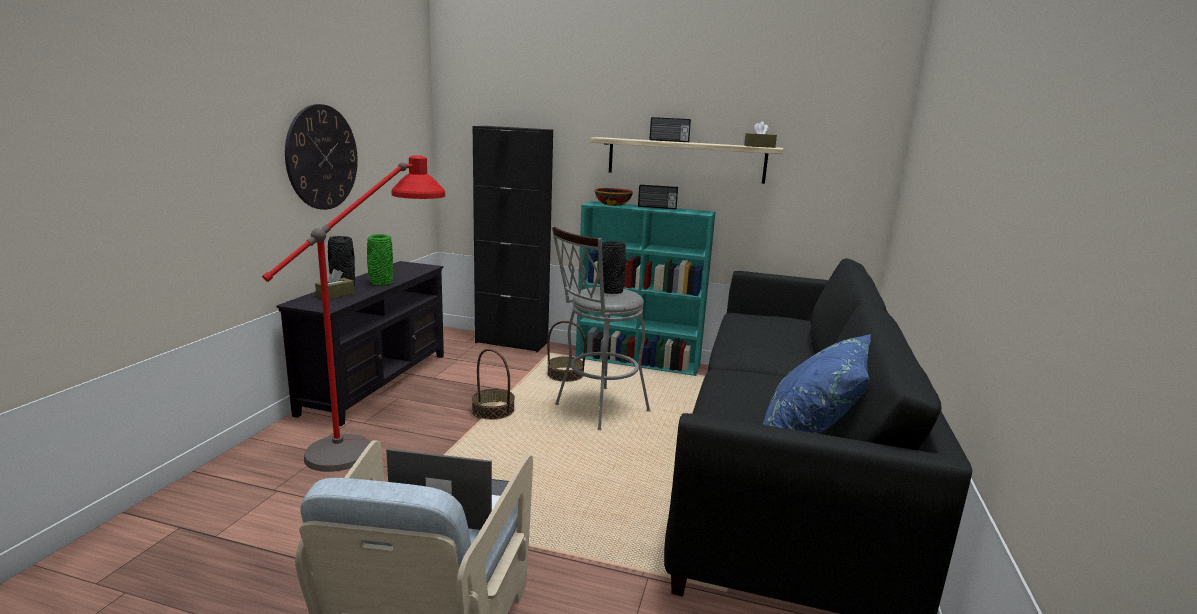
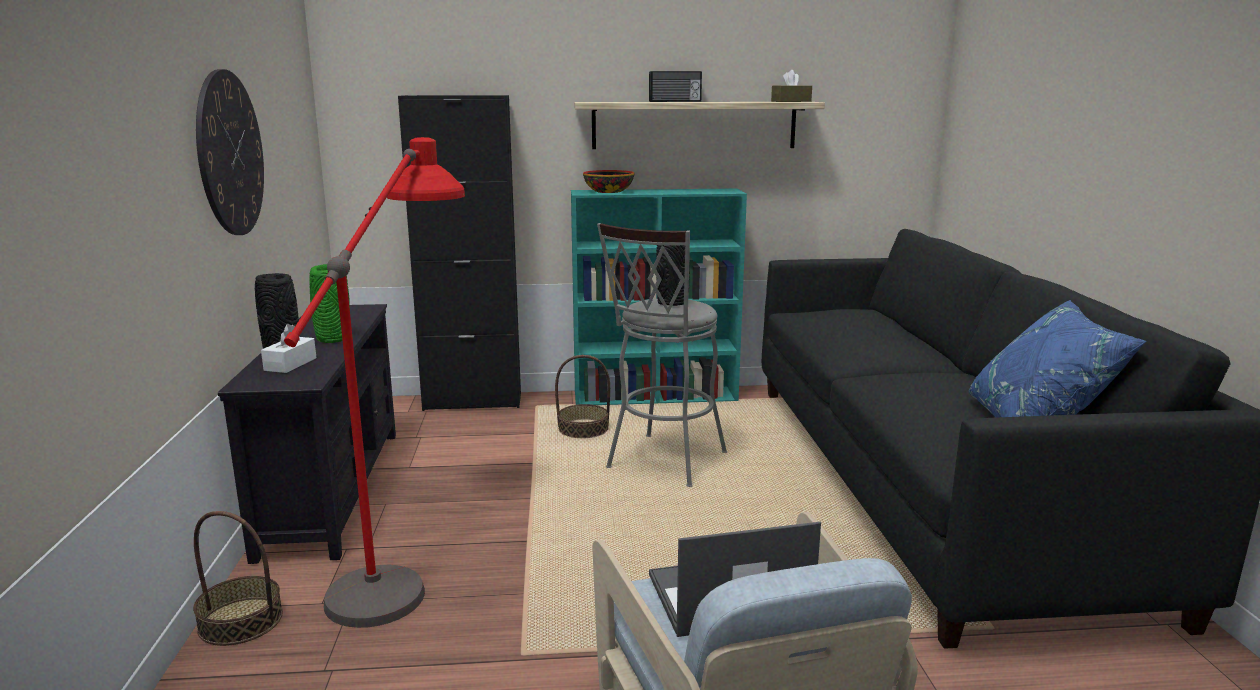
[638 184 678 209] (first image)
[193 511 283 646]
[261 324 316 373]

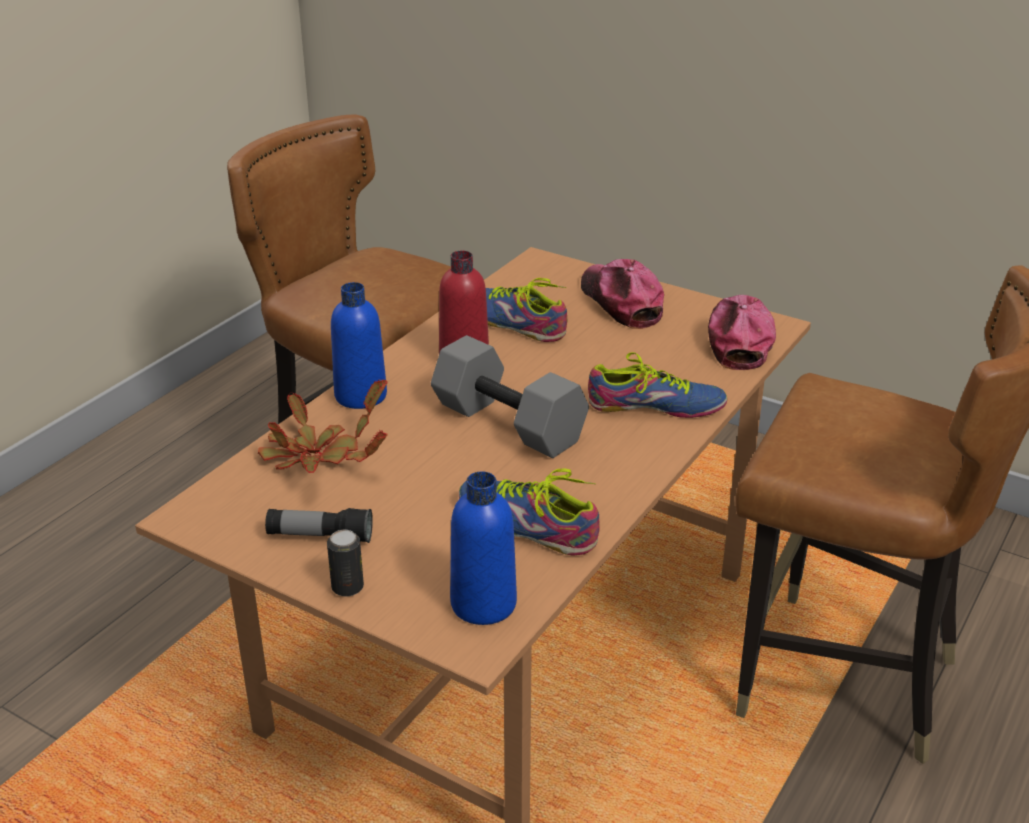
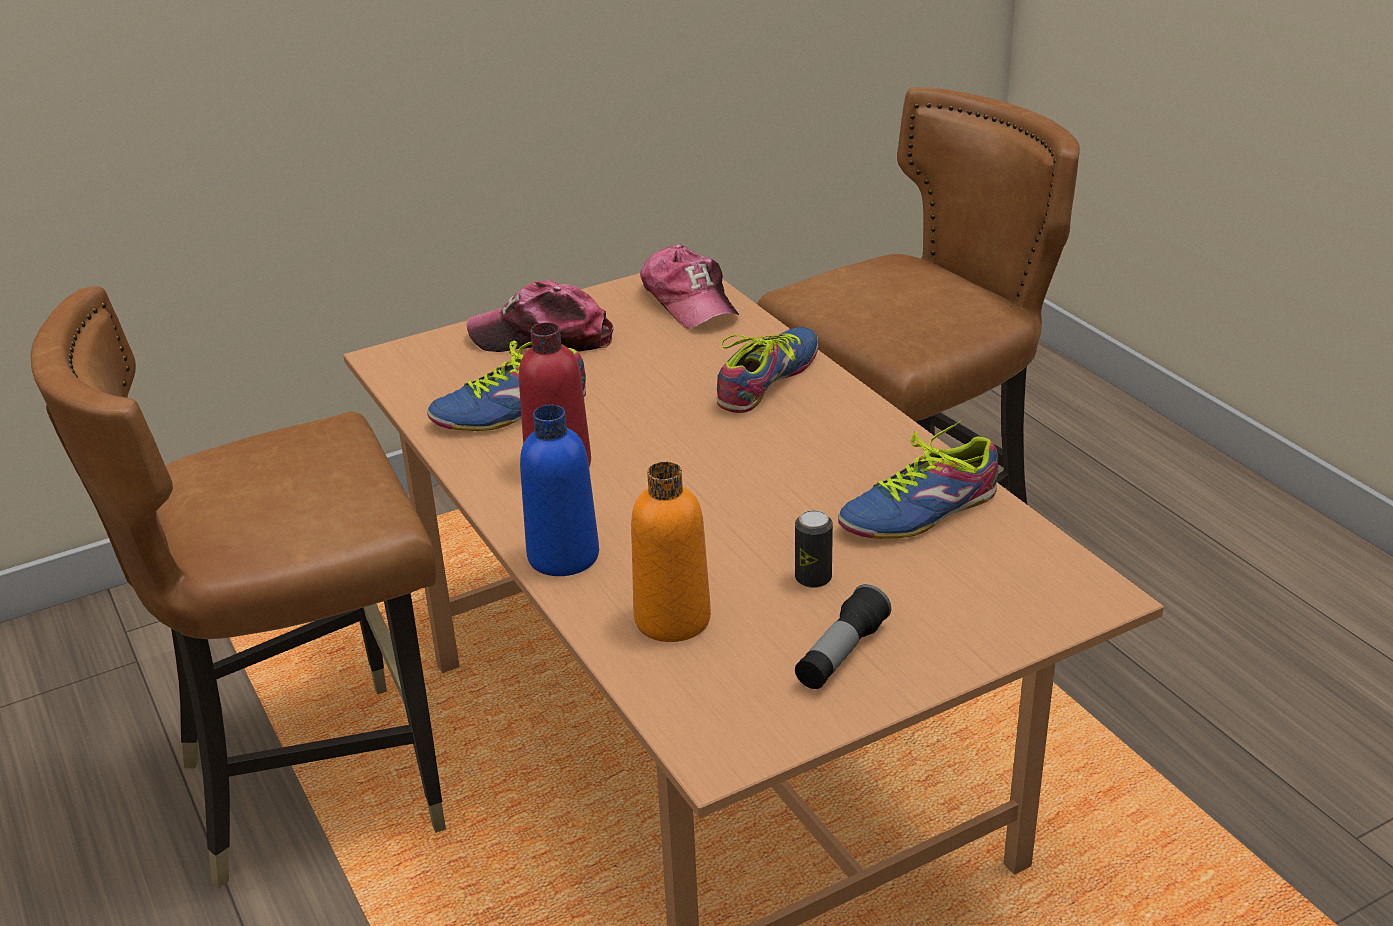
[431 335 589 458] (first image)
[450 471 517 625] (first image)
[795 510 833 588]
[631 462 711 642]
[640 244 739 329]

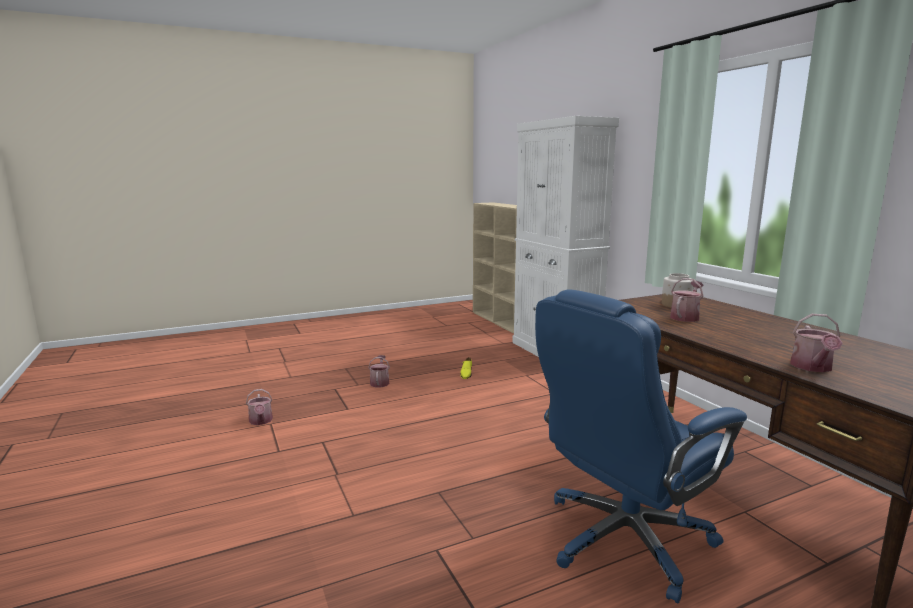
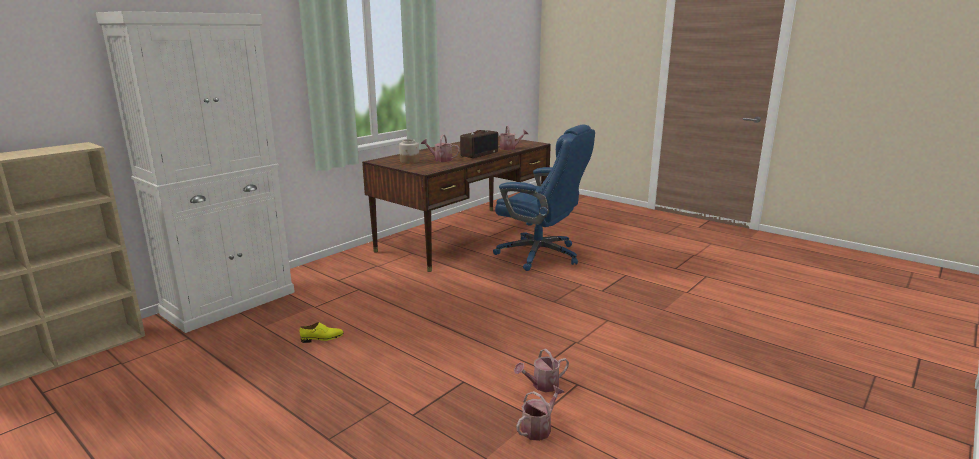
[460 130 498 158]
[514 348 569 392]

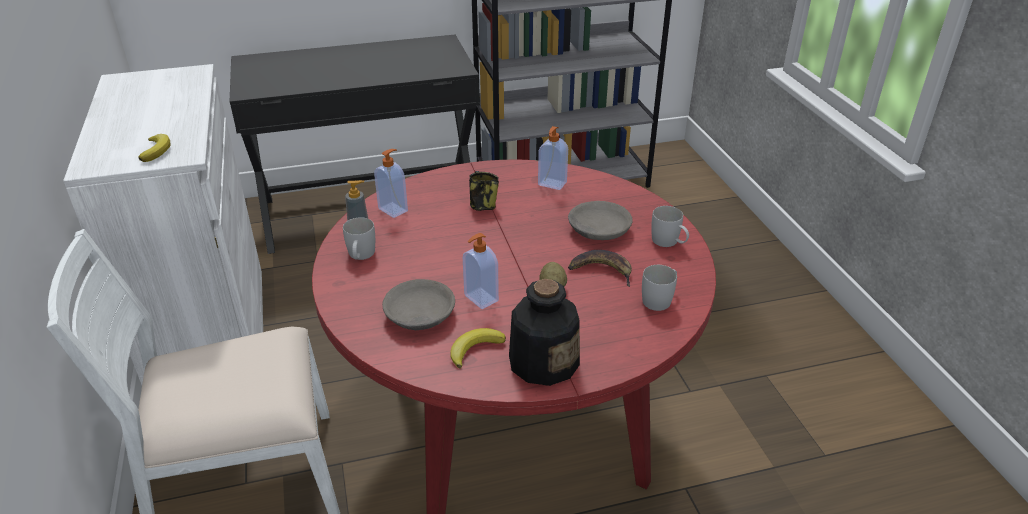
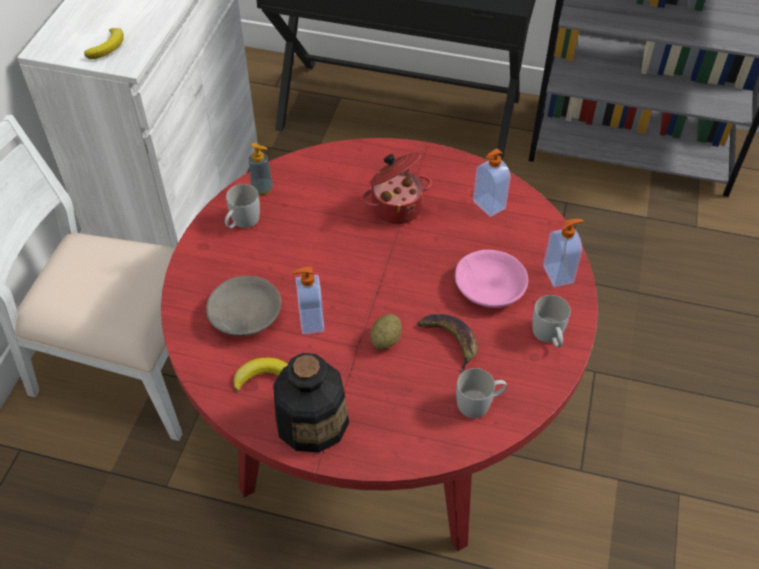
[543 219 584 287]
[362 152 432 224]
[455 250 528 308]

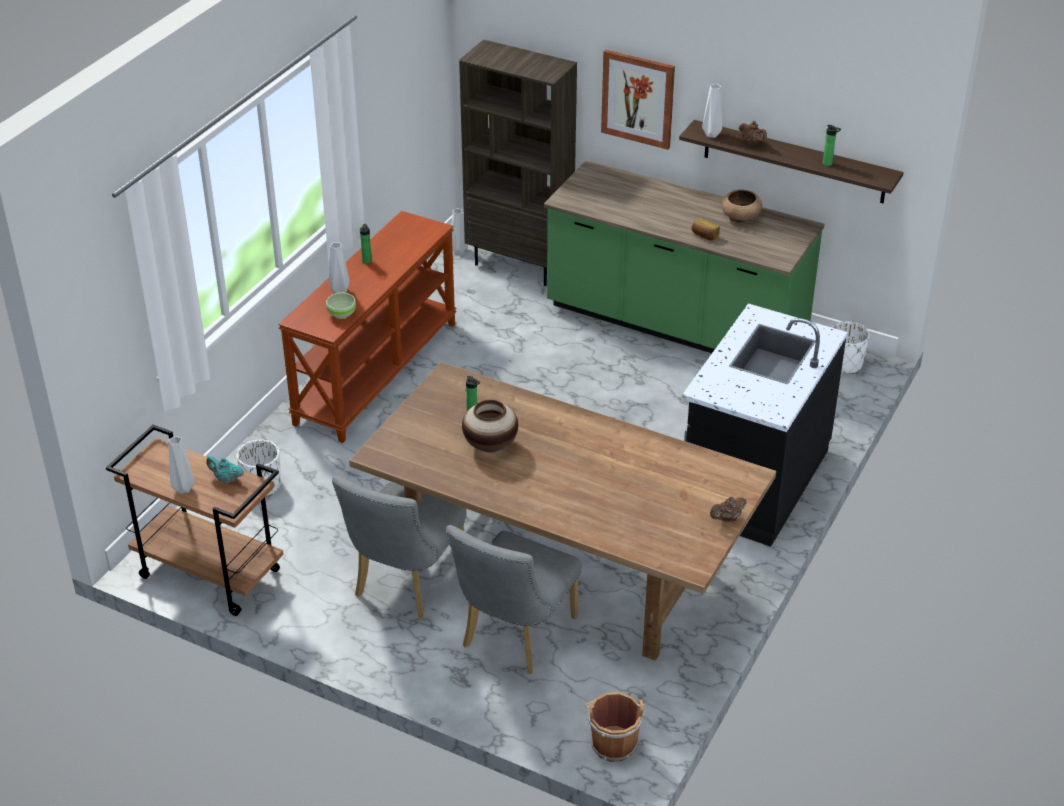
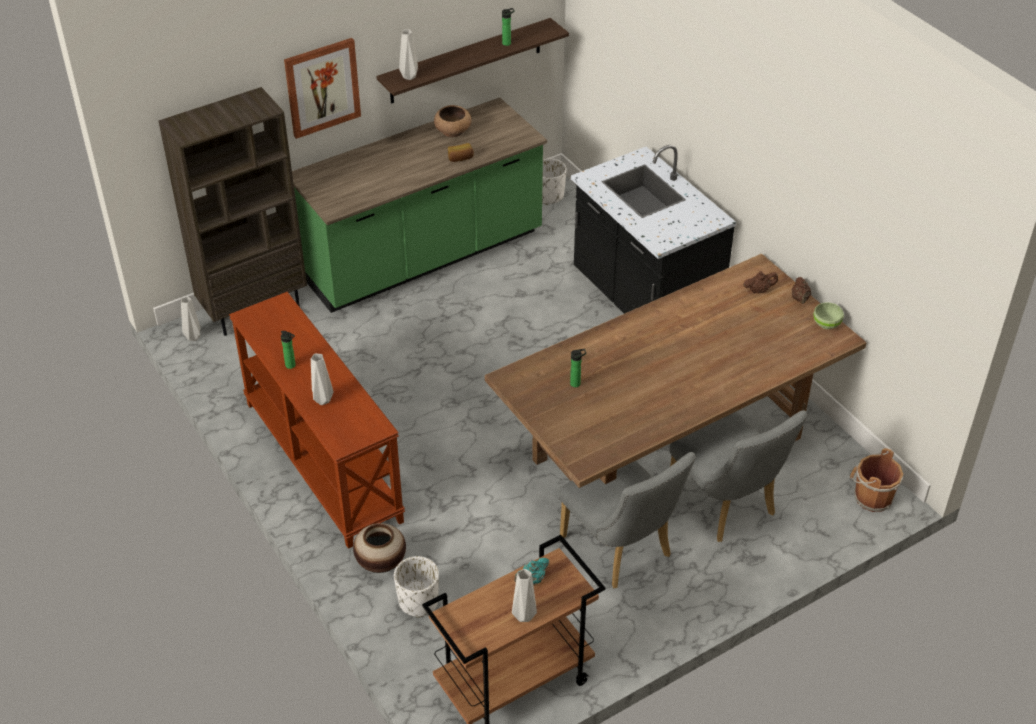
[813 302 844 329]
[353 523 406 573]
[744 271 778 294]

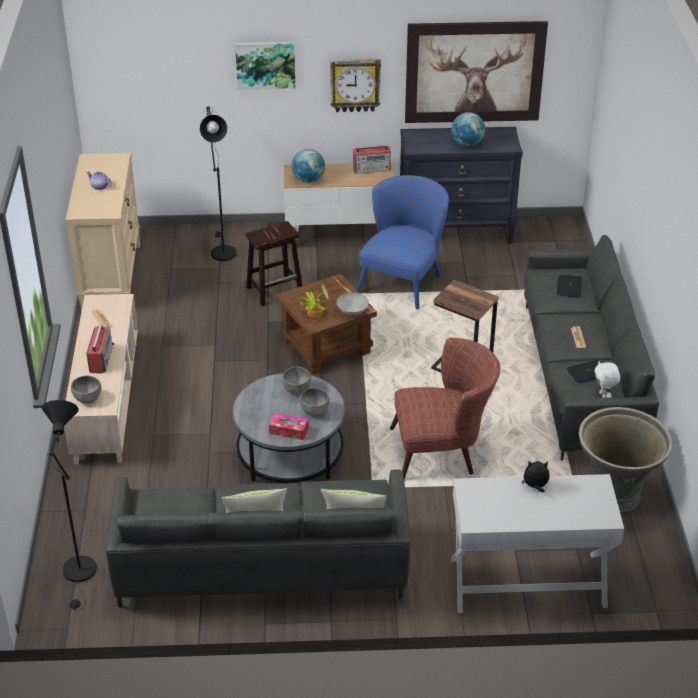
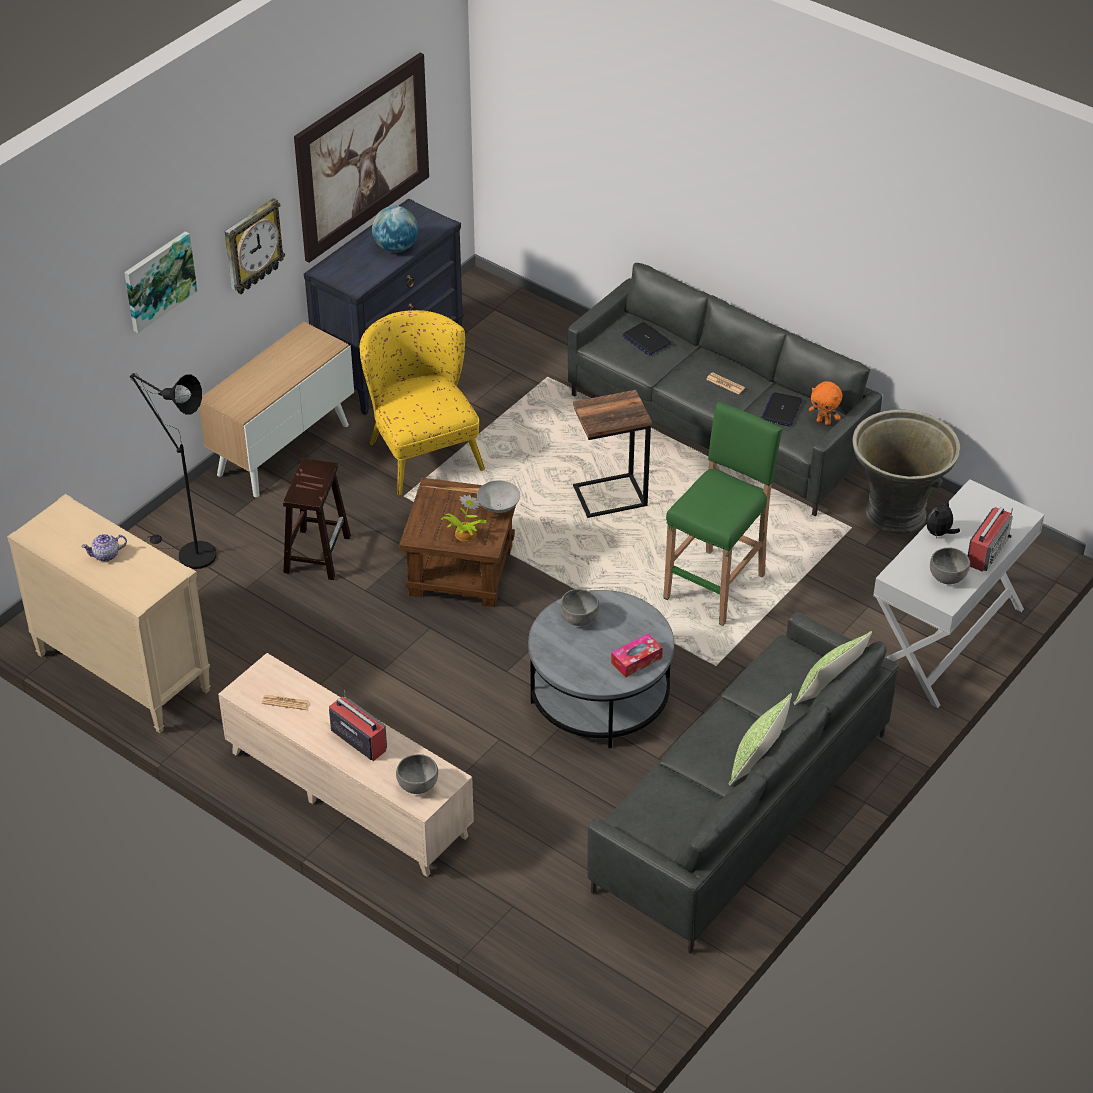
[42 400 97 611] (first image)
[292 149 325 183] (first image)
[930 548 970 585]
[968 507 1013 572]
[663 402 783 626]
[360 310 485 495]
[809 381 842 425]

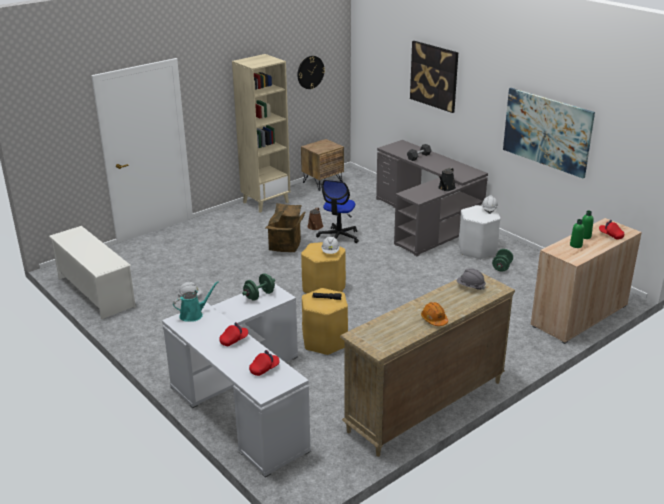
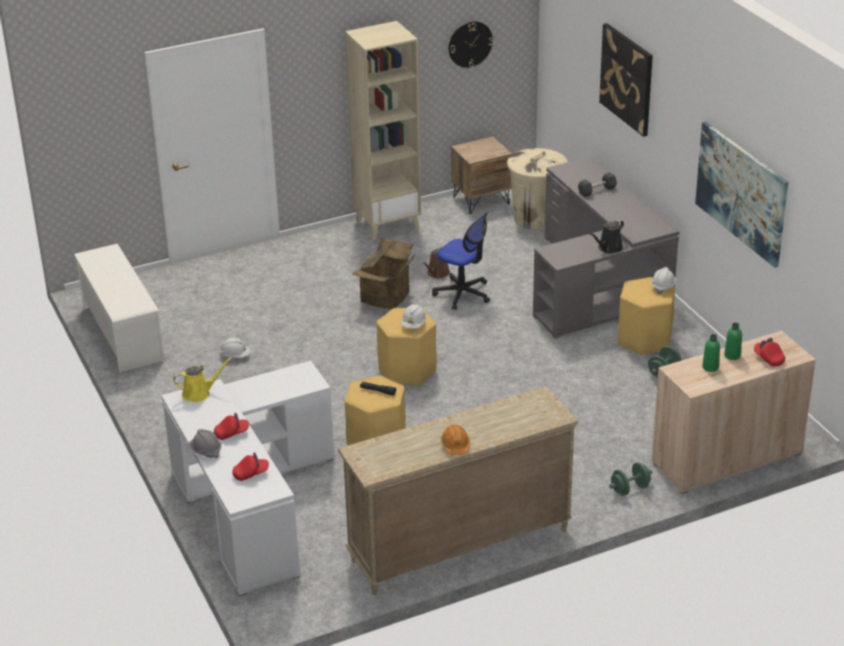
[507 148 568 230]
[609 462 652 496]
[189 429 221 458]
[173 358 232 402]
[618 277 675 355]
[432 211 490 310]

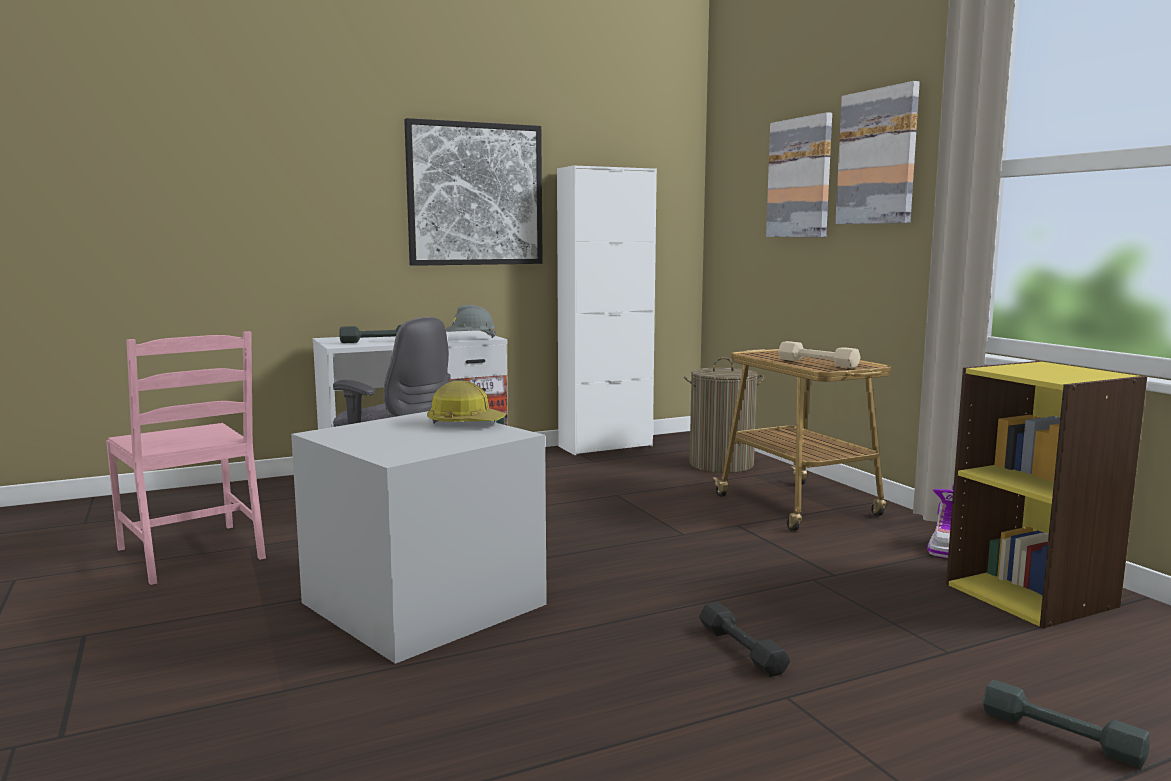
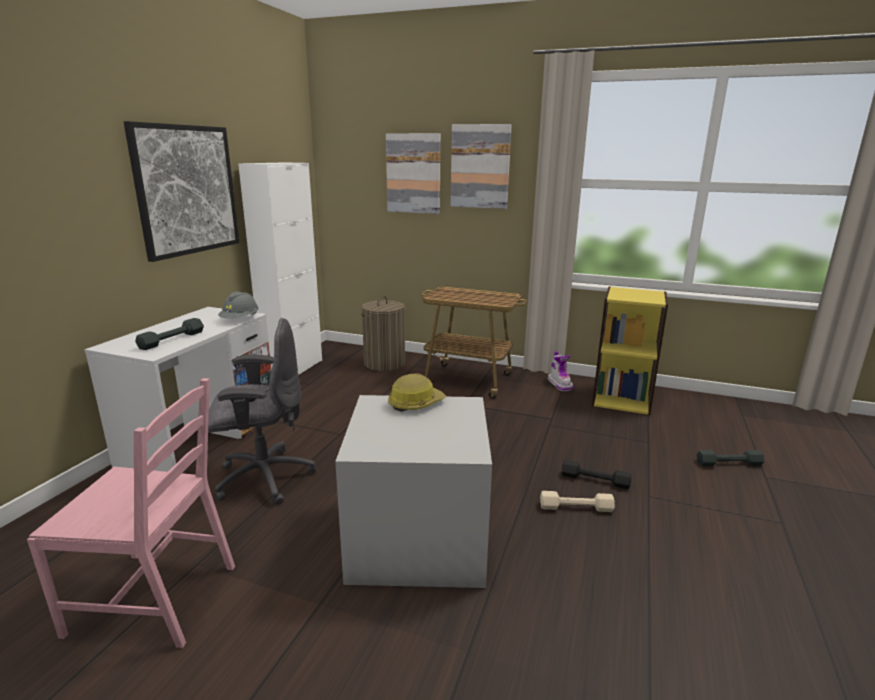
[540 491 615 512]

